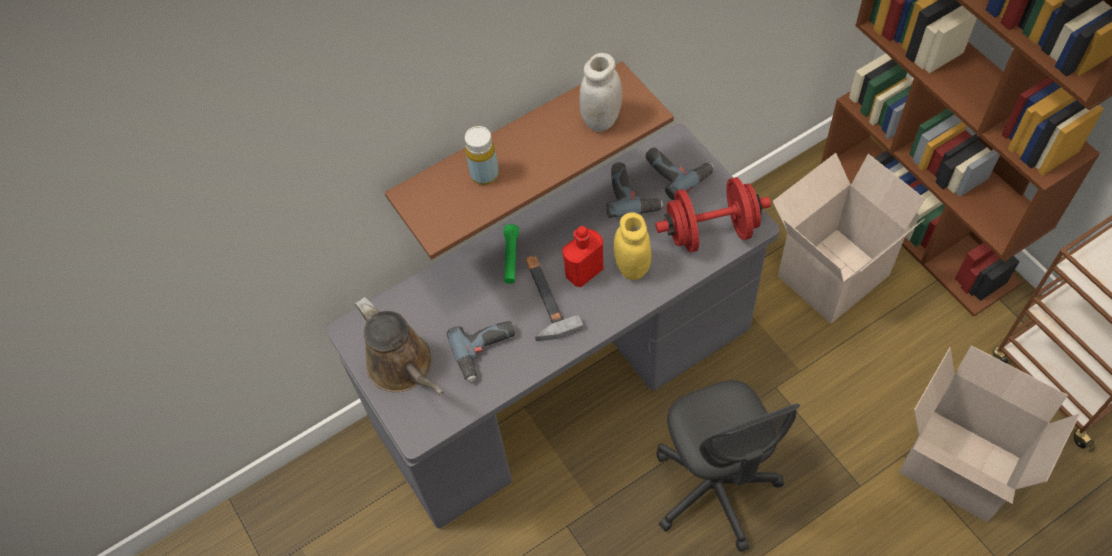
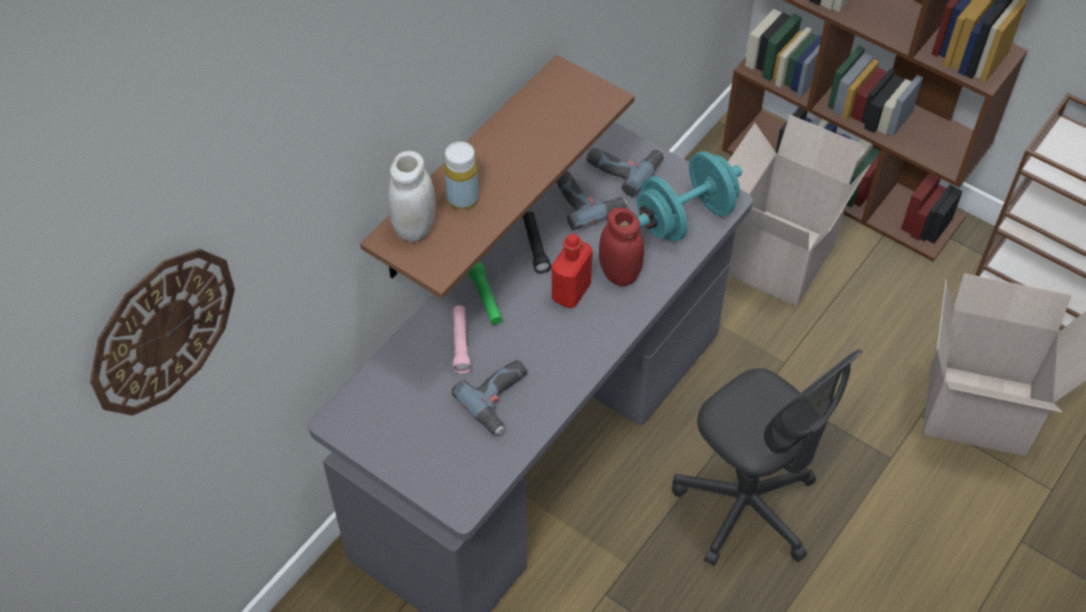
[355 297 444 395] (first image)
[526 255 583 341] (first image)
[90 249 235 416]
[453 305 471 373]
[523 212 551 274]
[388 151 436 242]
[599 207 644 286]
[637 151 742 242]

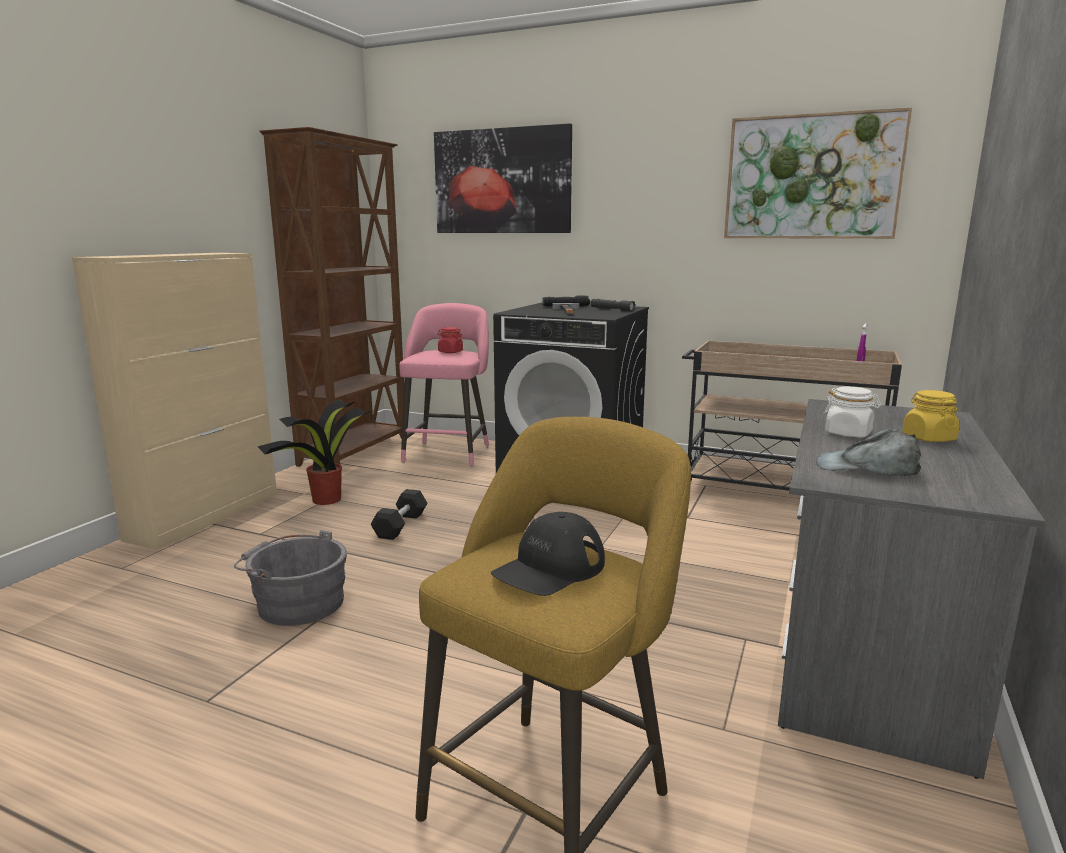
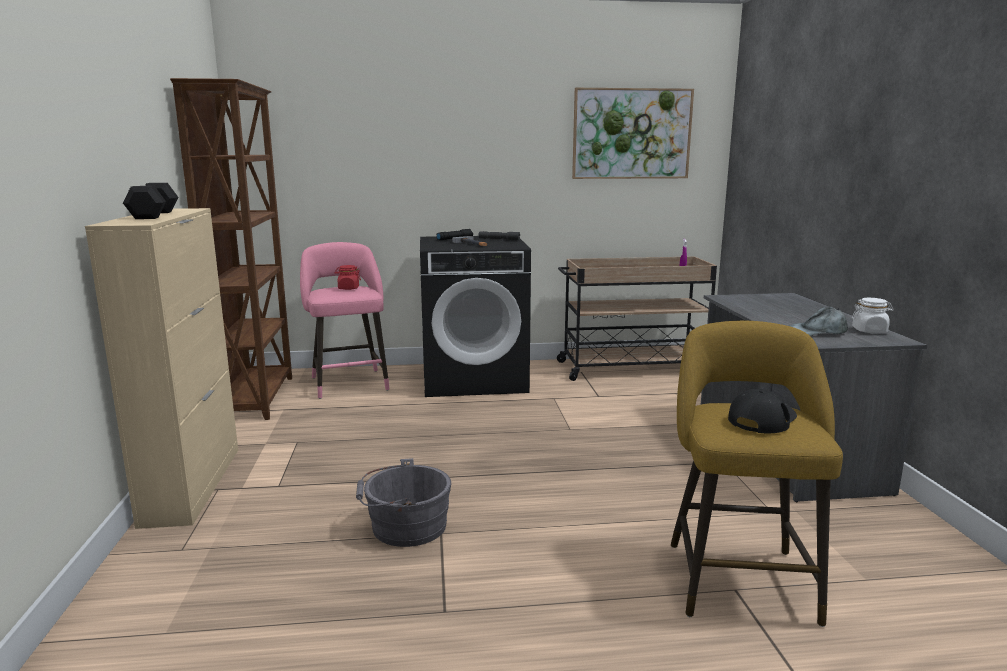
[258 400 369 505] (first image)
[434 123 572 233] (first image)
[902 390 960 442] (first image)
[123 183 178 219]
[852 298 893 333]
[728 389 797 433]

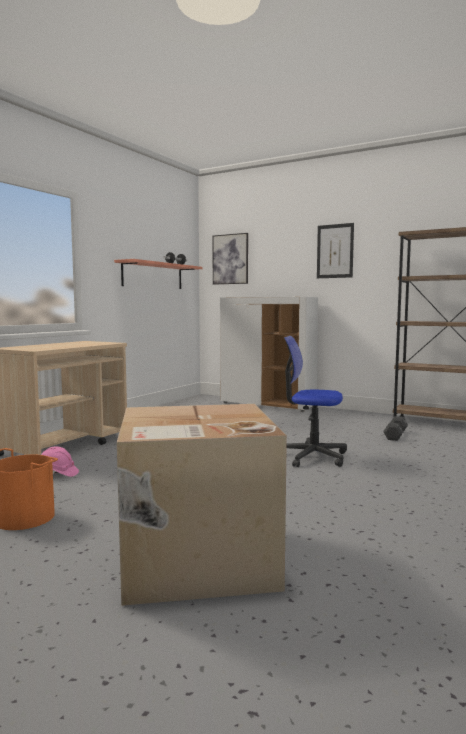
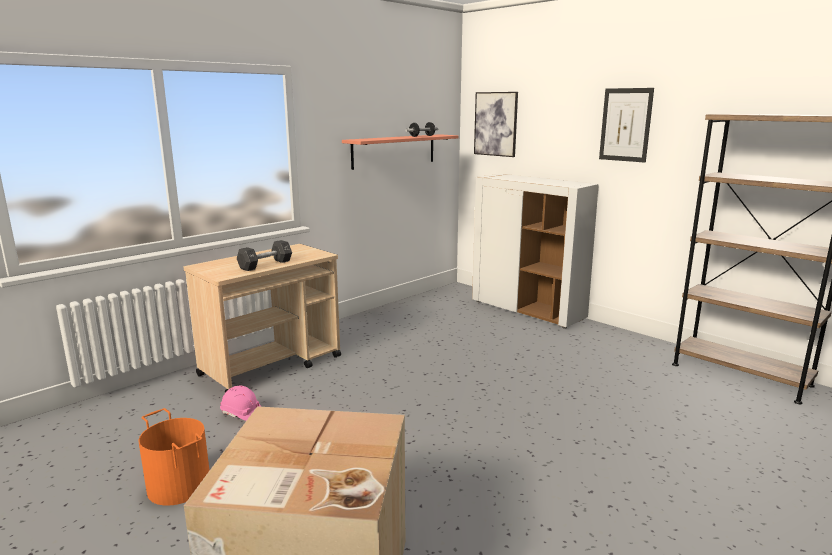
[284 336 347 467] (first image)
[237 240 292 271]

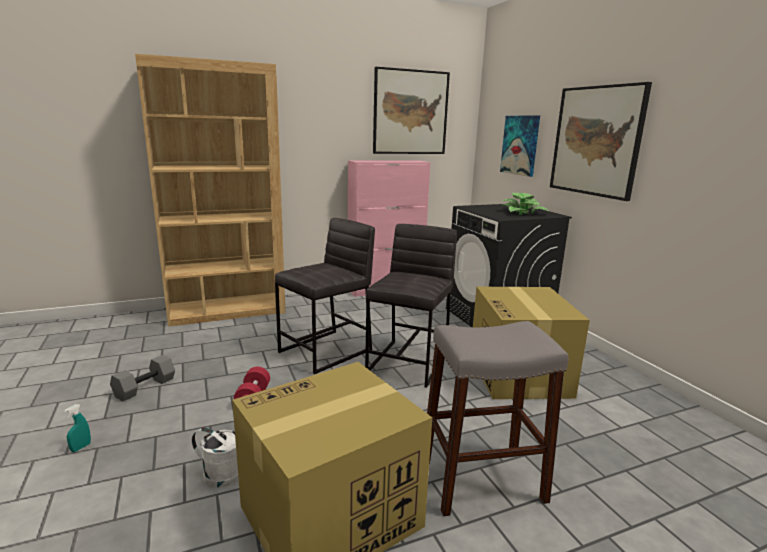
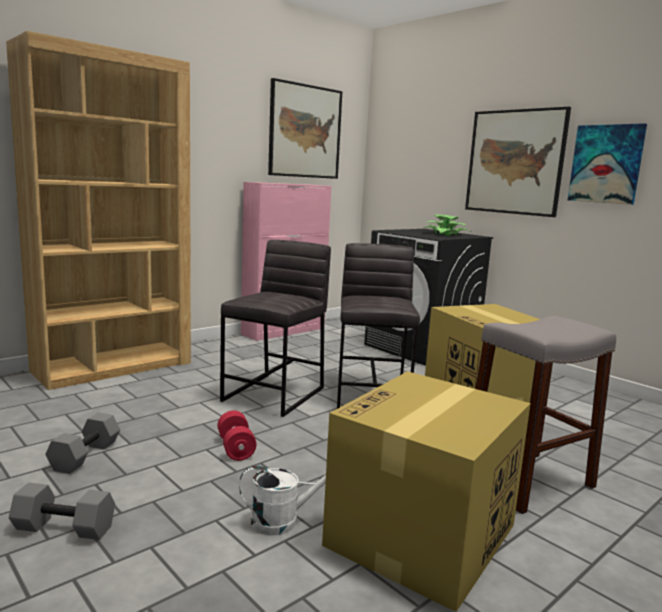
[568 123 647 205]
[9 483 115 540]

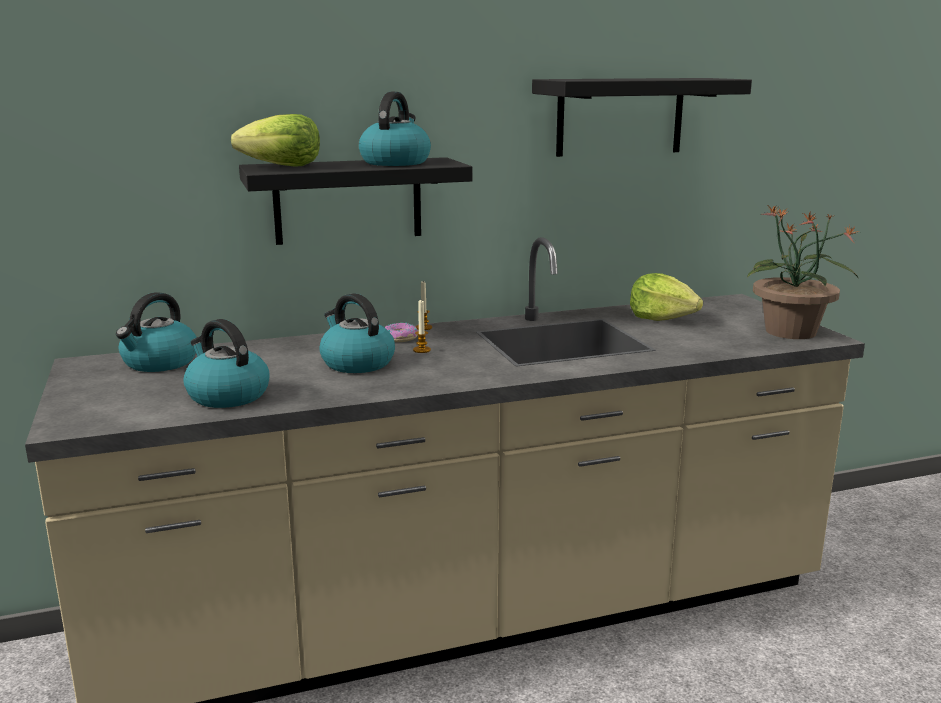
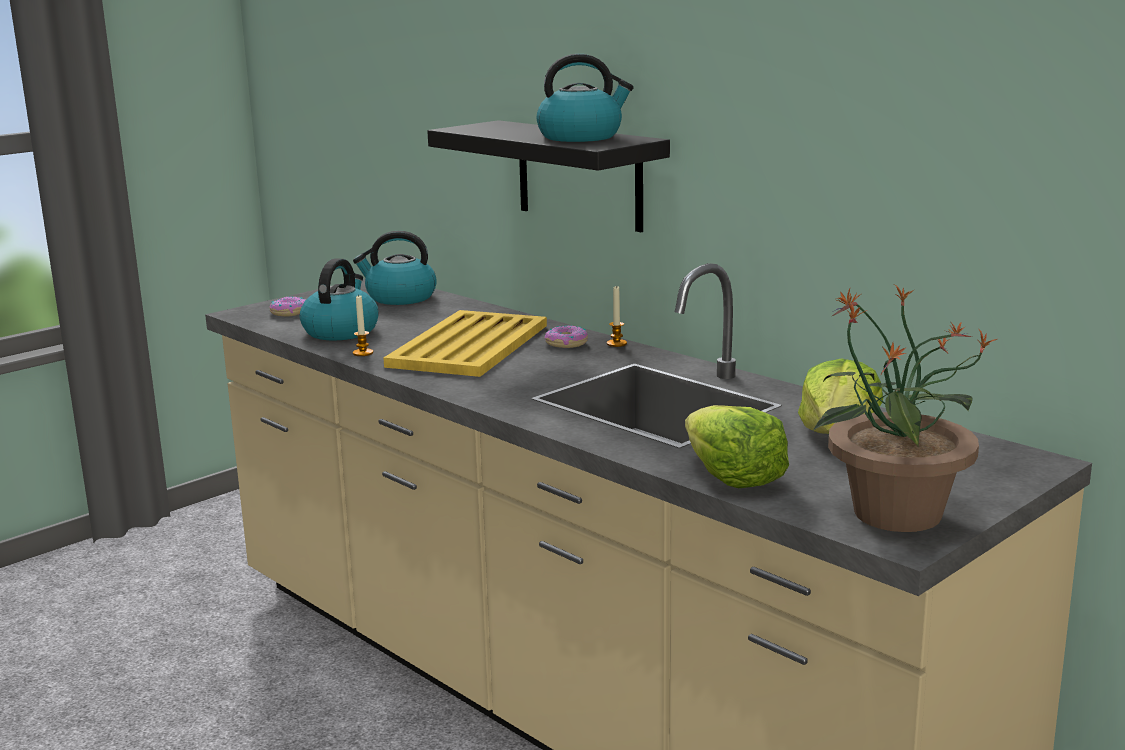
[532 78 752 157] (first image)
[269 296 305 317]
[685 405 789 488]
[353 294 373 356]
[383 310 547 377]

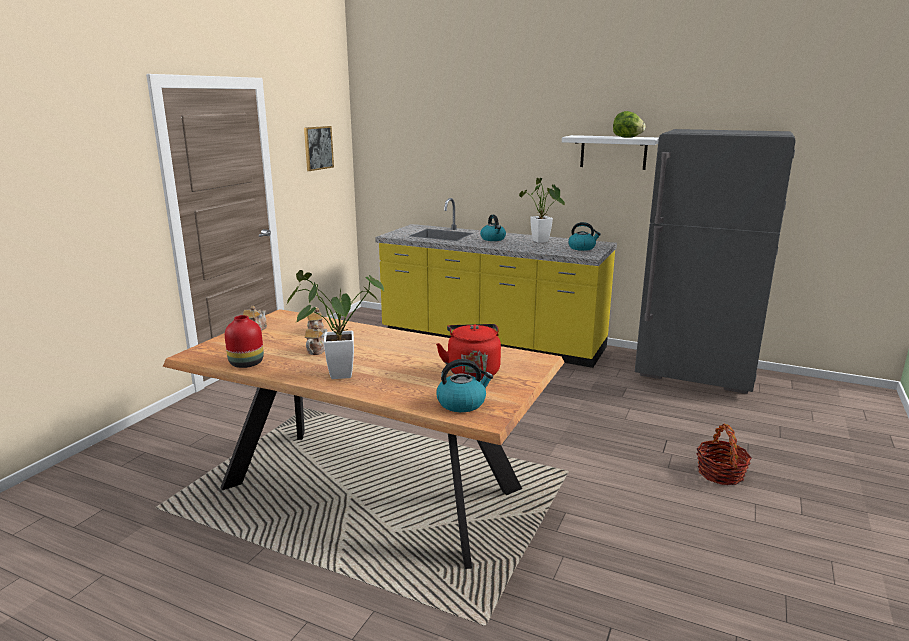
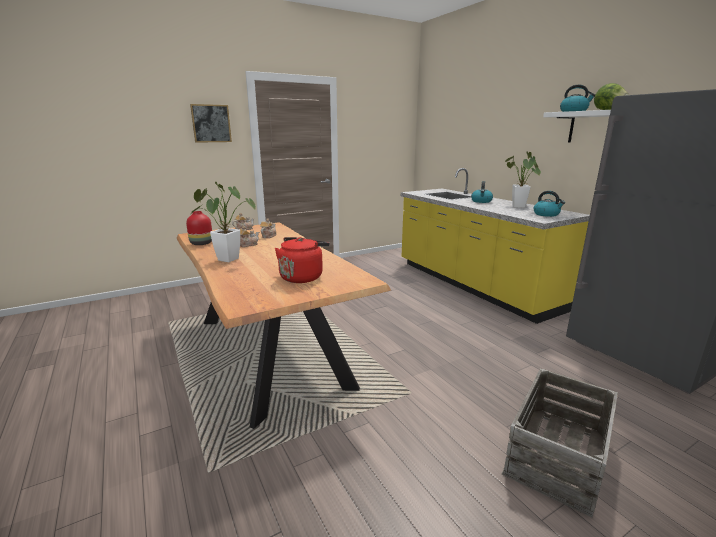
[190 104 232 143]
[560 85 595 112]
[502 368 618 517]

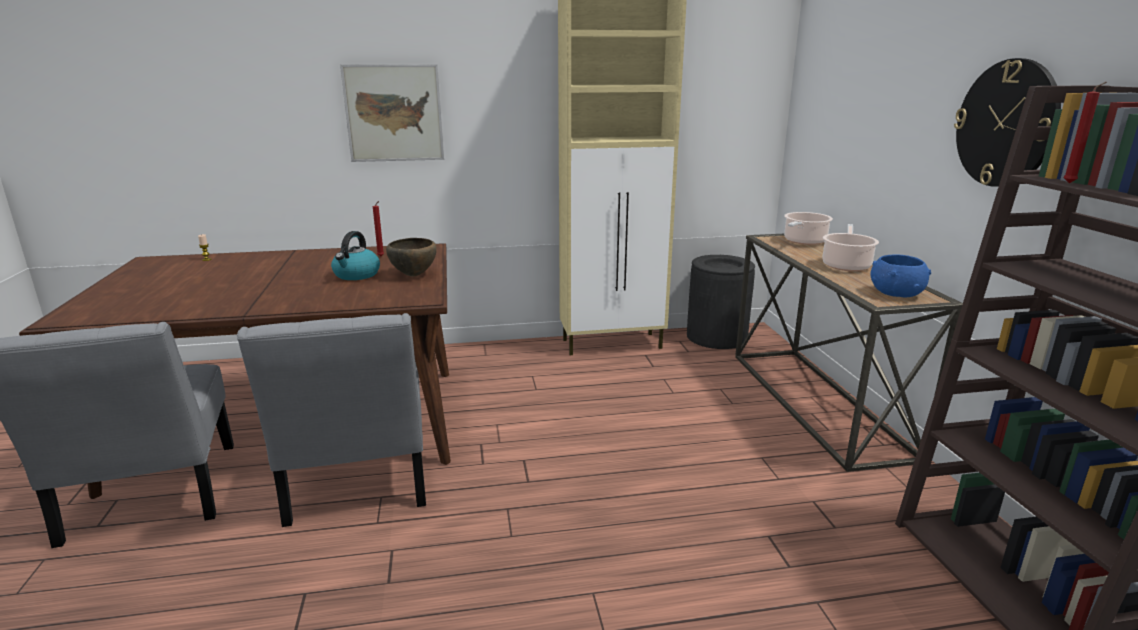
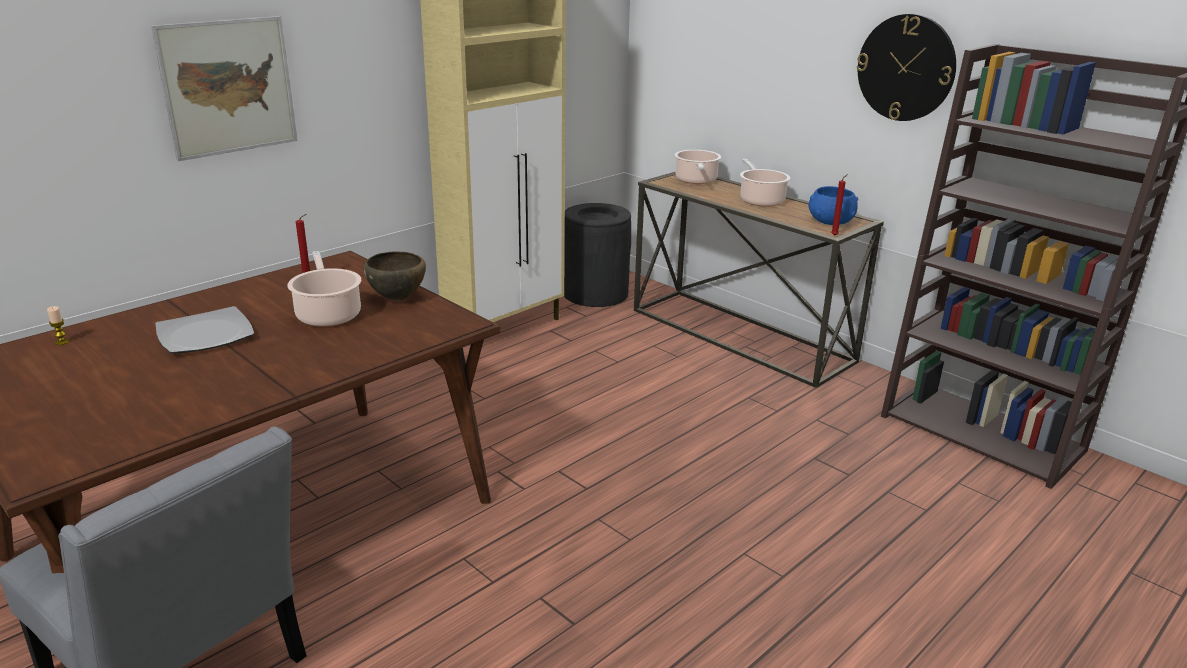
[237 313 426 527] (first image)
[155 306 254 354]
[831 174 848 236]
[287 251 361 327]

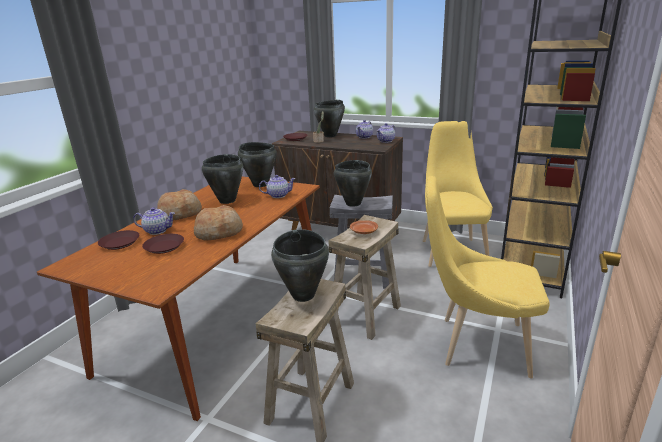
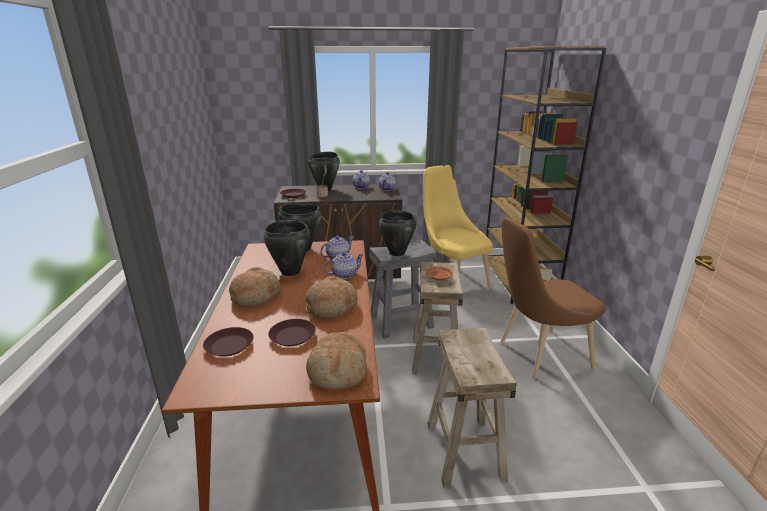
[271 229 329 302] (first image)
[306 332 367 391]
[324 252 364 279]
[501 217 606 379]

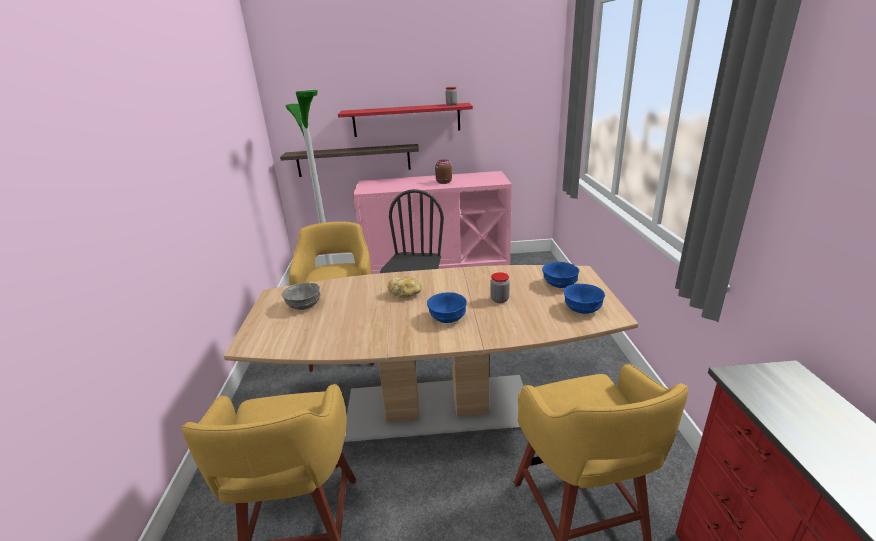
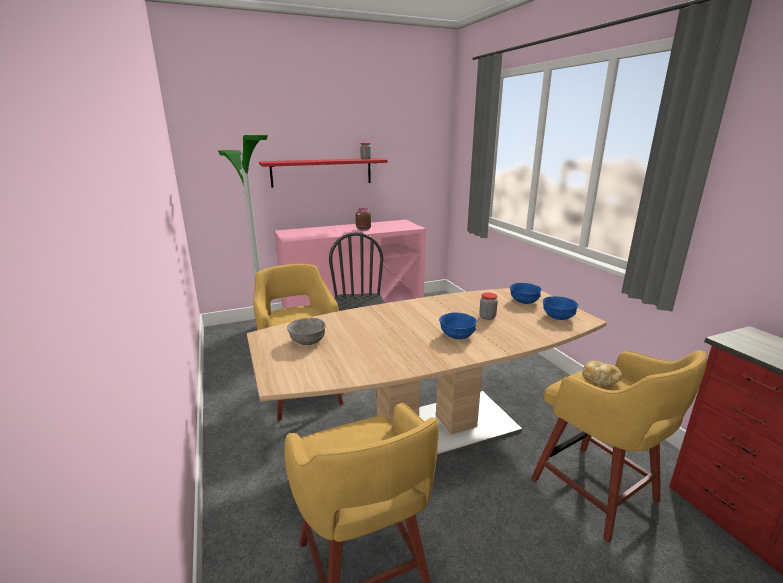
[280 144 419 177] (first image)
[582 361 622 386]

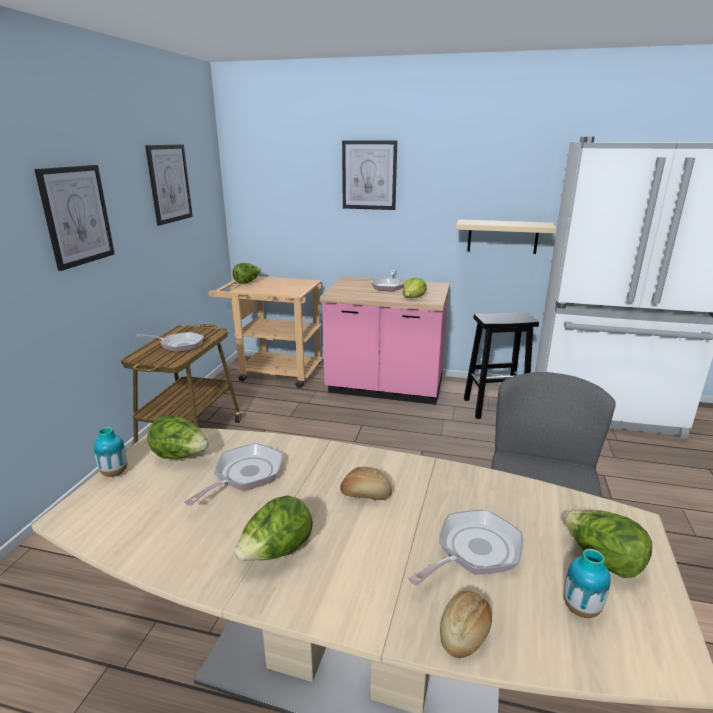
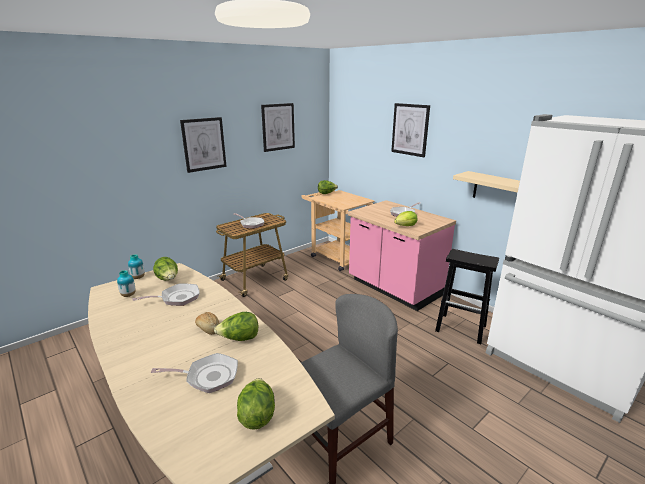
[440 591 492 658] (first image)
[214 312 258 341]
[117 270 136 297]

